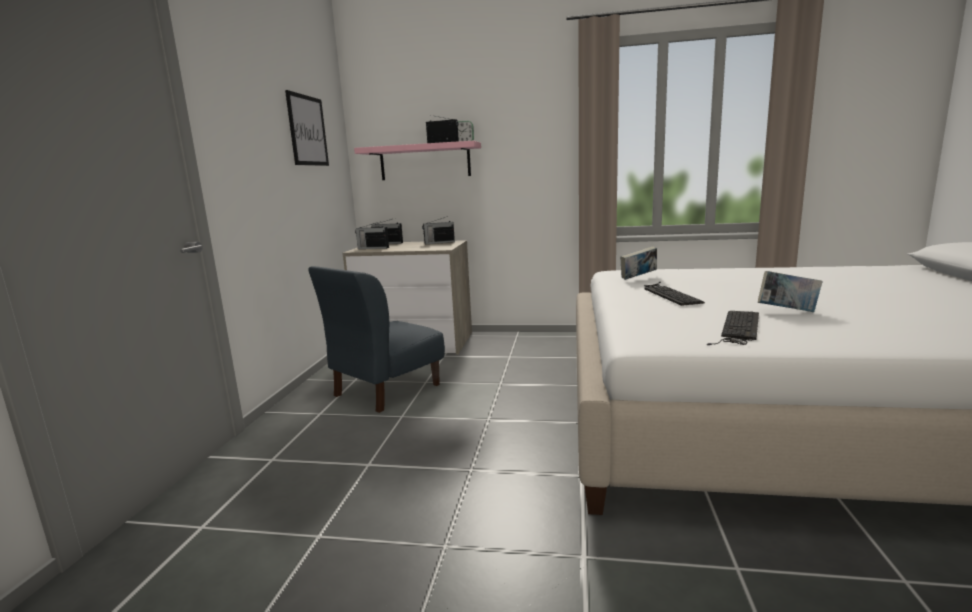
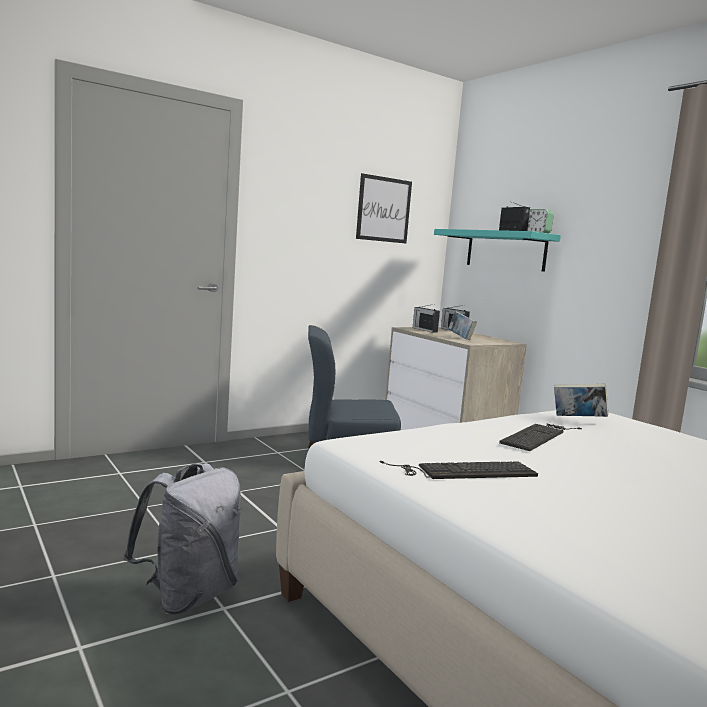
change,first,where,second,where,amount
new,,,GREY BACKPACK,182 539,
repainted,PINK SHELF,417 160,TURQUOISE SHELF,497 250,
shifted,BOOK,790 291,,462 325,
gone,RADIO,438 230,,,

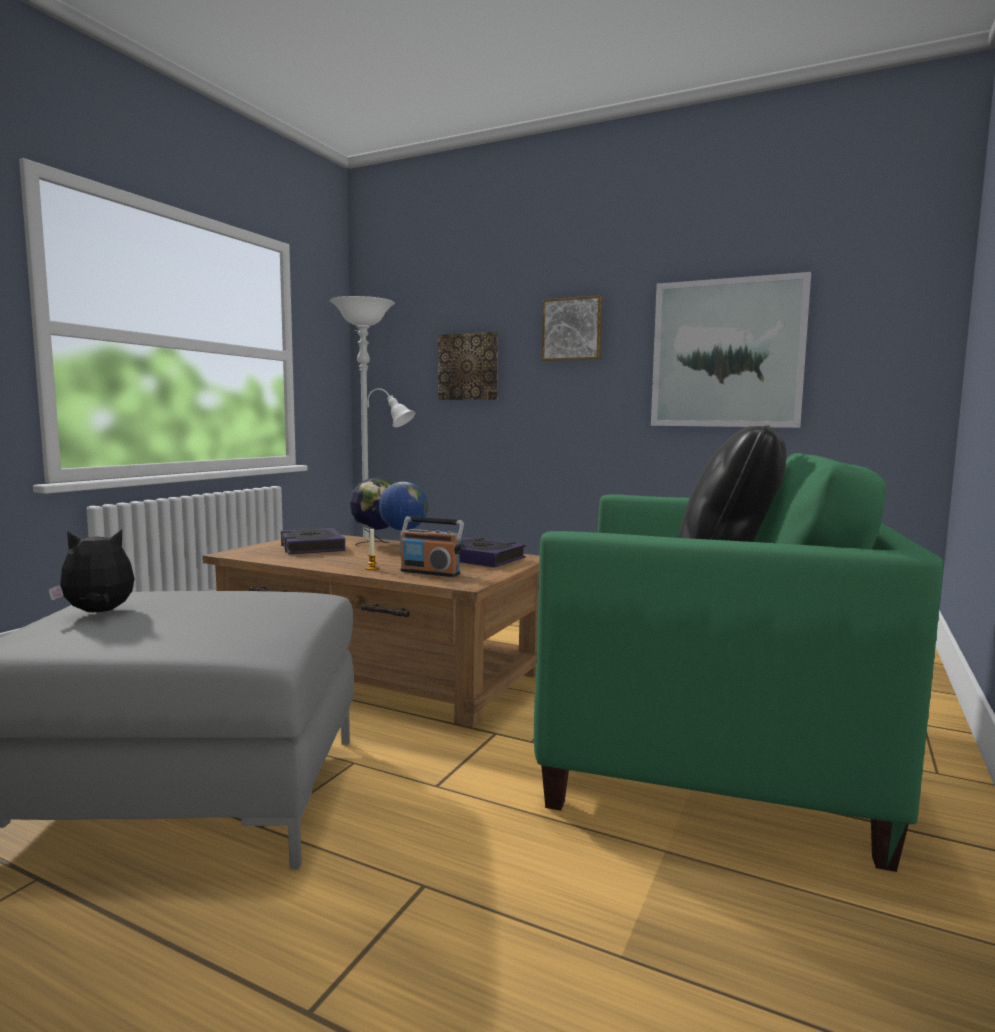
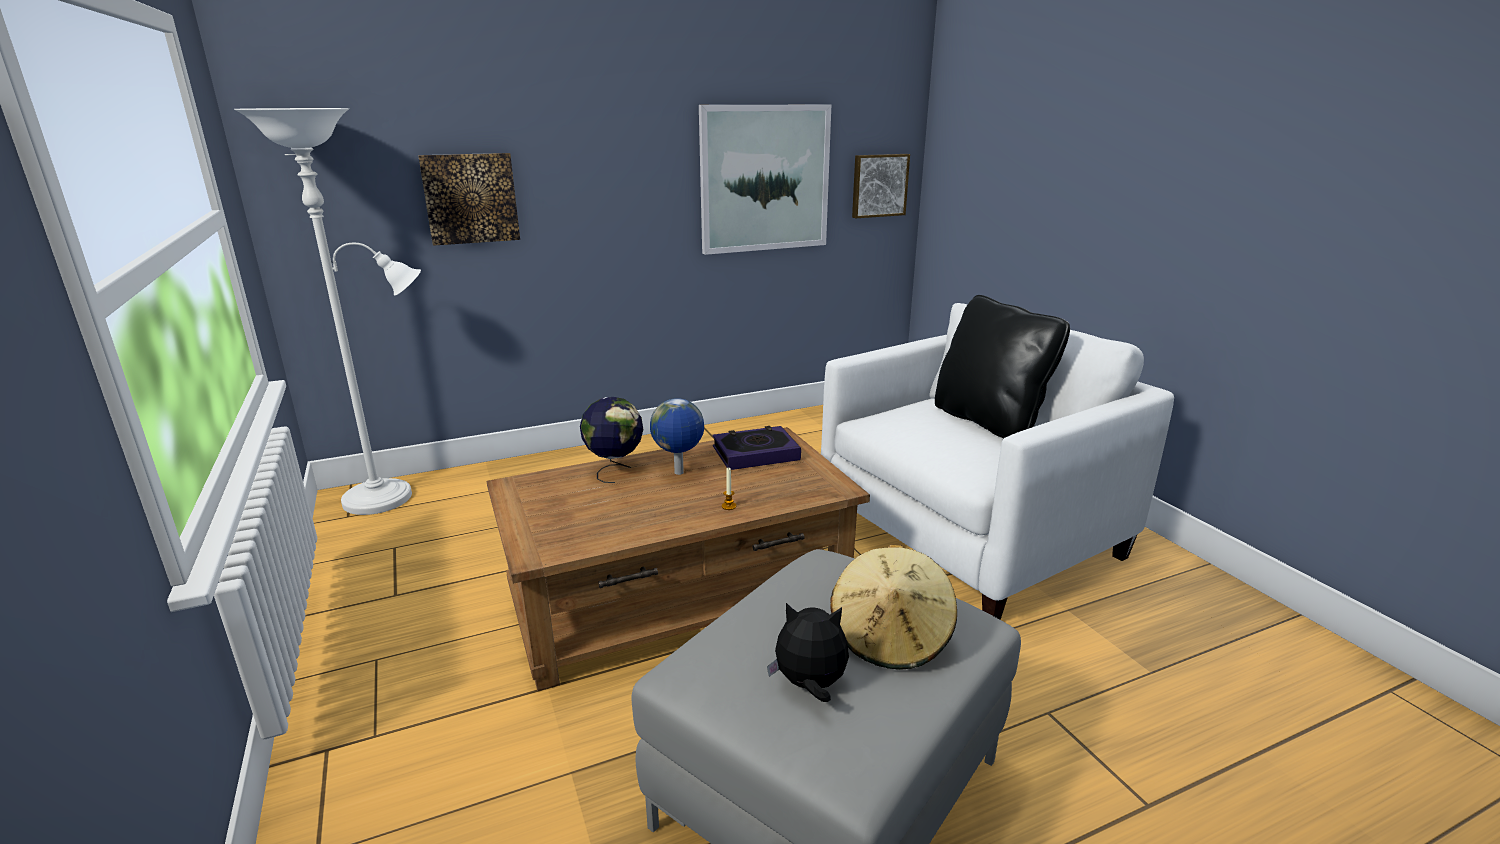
change,first,where,second,where,amount
rotated,PLUSH TOY,91 570,,808 652,75 degrees clockwise
repainted,GREEN ARMCHAIR,738 662,WHITE ARMCHAIR,997 461,
new,,,BEIGE HAT,893 607,
shifted,PICTURE,572 328,,881 186,
gone,BOOK,313 541,,,
gone,RADIO,432 546,,,

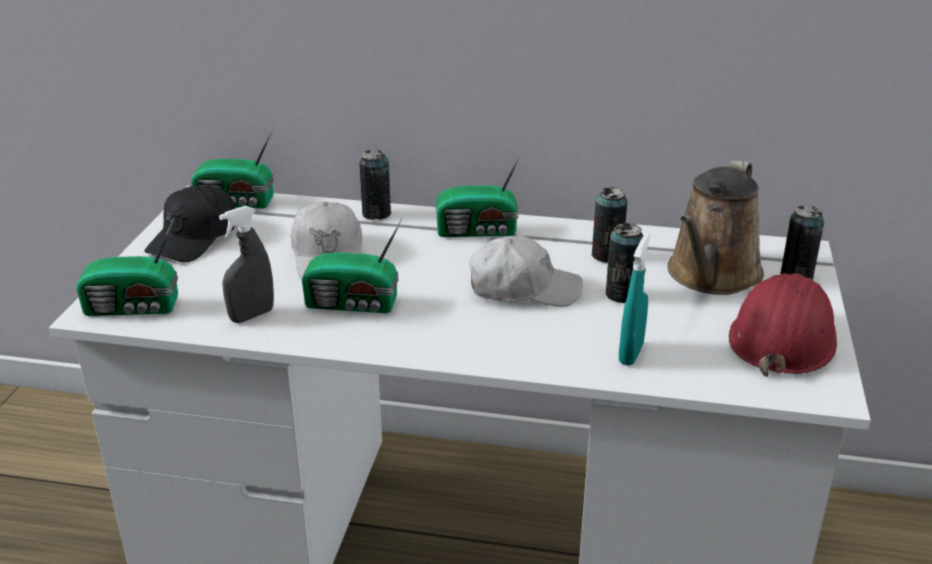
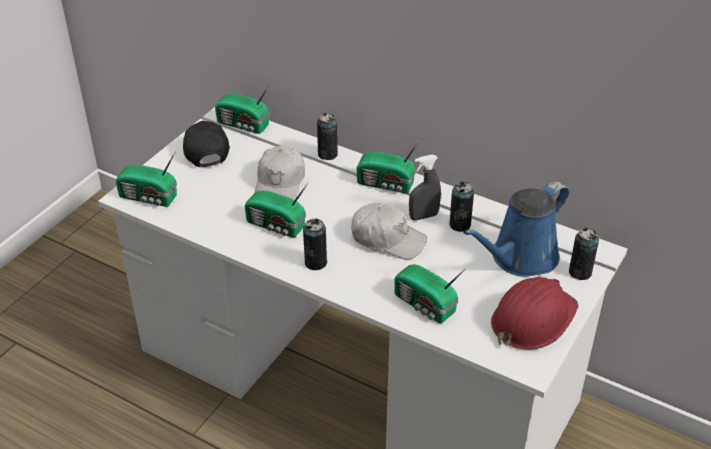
change,first,where,second,where,amount
rotated,BLACK CAP,190 224,,206 144,120 degrees clockwise
shifted,CAN,624 263,,315 244,
swapped,TURQUOISE SPRAY BOTTLE,634 299,RADIO,429 293,
shifted,GREY SPRAY BOTTLE,246 264,,425 187,
repainted,BROWN WATERING CAN,715 227,BLUE WATERING CAN,516 229,

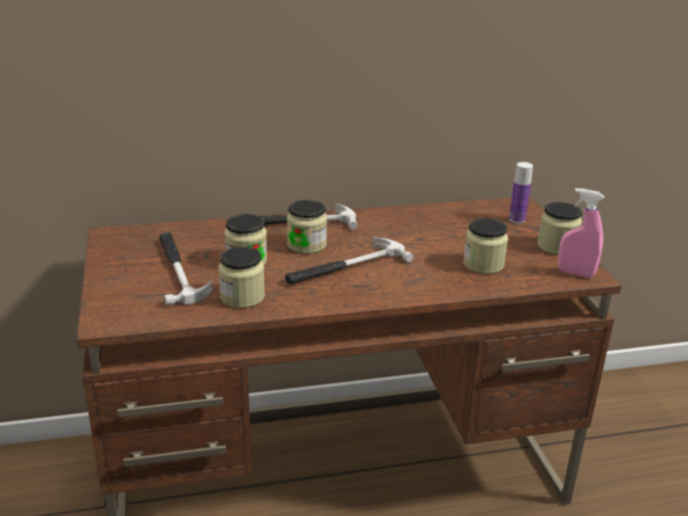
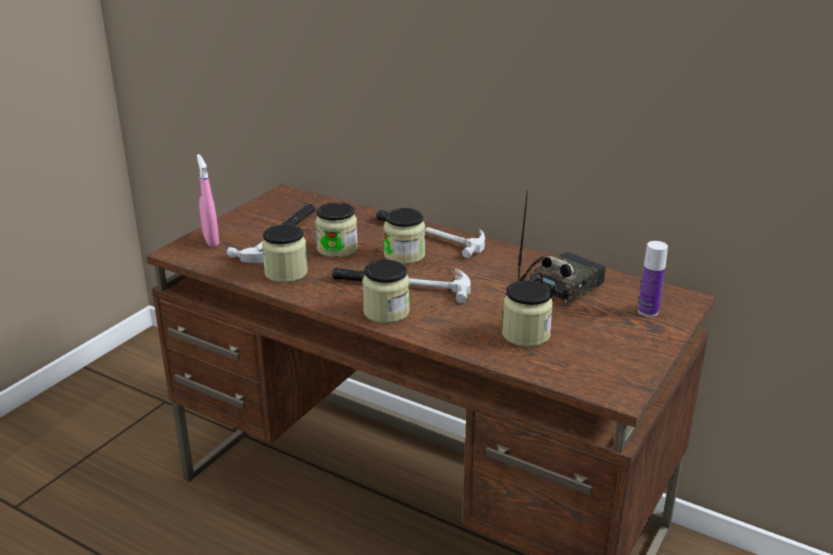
change,first,where,second,where,amount
shifted,PINK SPRAY BOTTLE,581 233,,208 200,
shifted,JAR,559 228,,386 291,
new,,,RADIO,562 247,

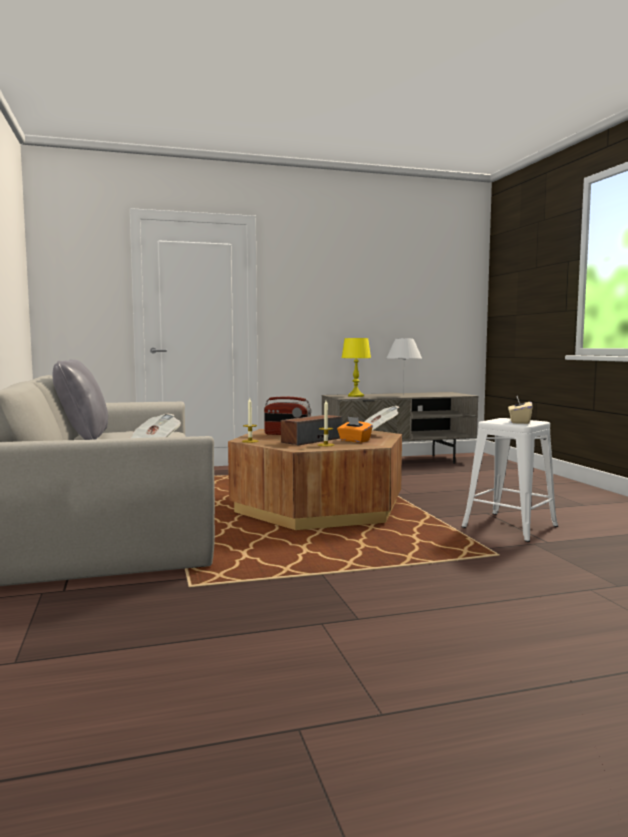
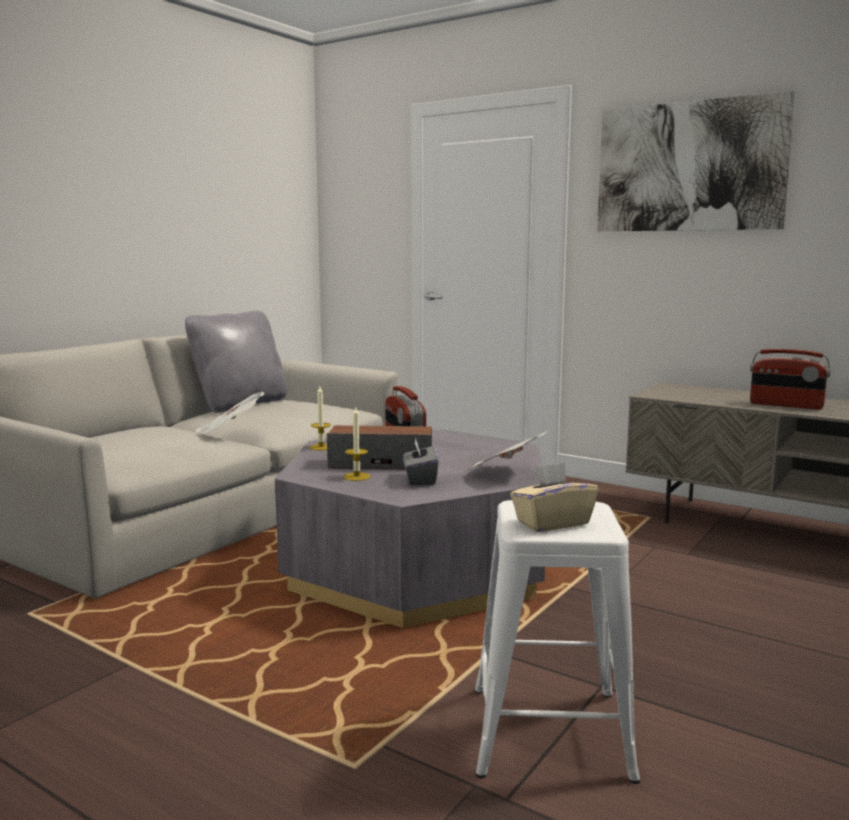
change,first,where,second,where,amount
repainted,BROWN COFFEE TABLE,315 479,GREY COFFEE TABLE,410 528,
repainted,ORANGE TISSUE BOX,355 429,GREY TISSUE BOX,421 461,
new,,,PICTURE,696 161,
swapped,WHITE TABLE LAMP,404 367,RADIO,790 379,
gone,YELLOW TABLE LAMP,356 367,,,

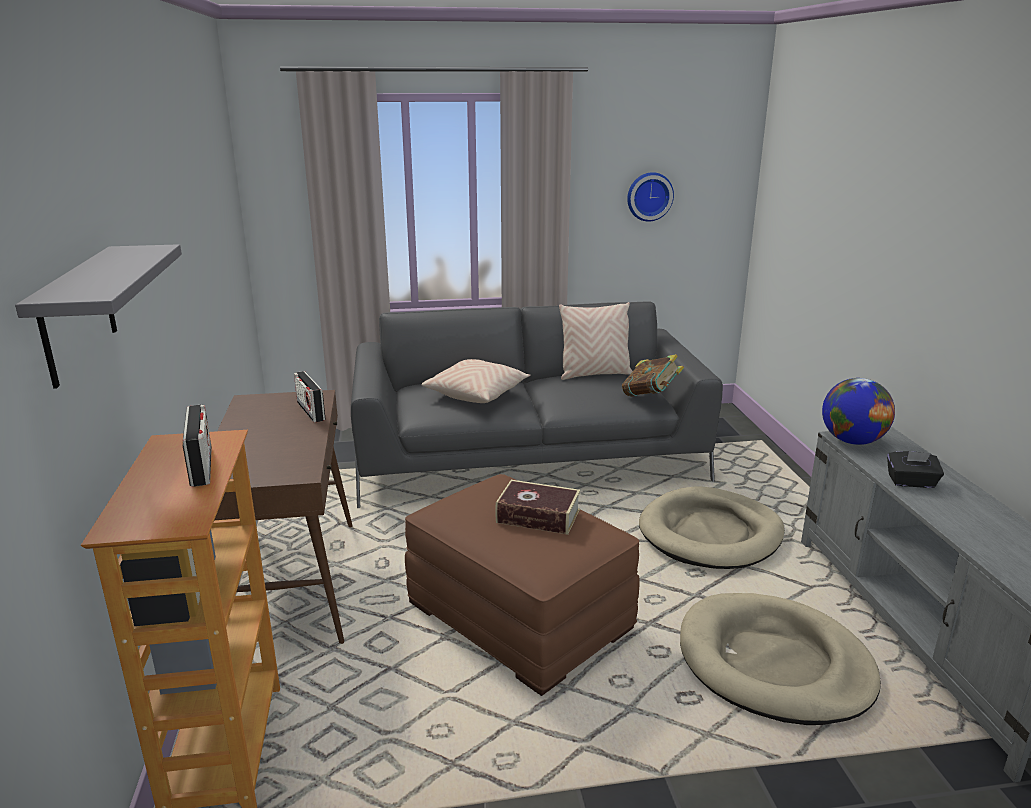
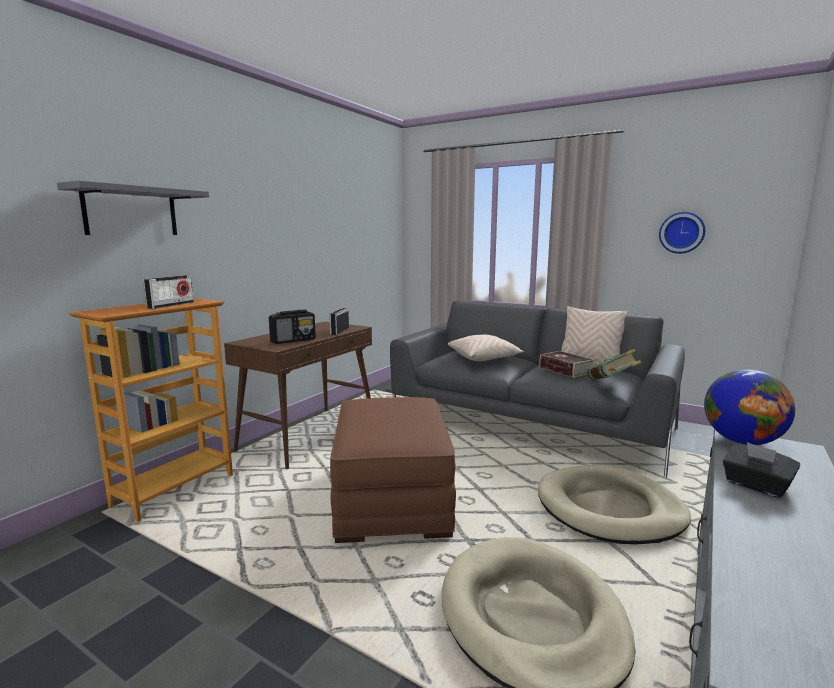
change,first,where,second,where,amount
new,,,RADIO,292 326,
shifted,BOOK,537 507,,567 364,

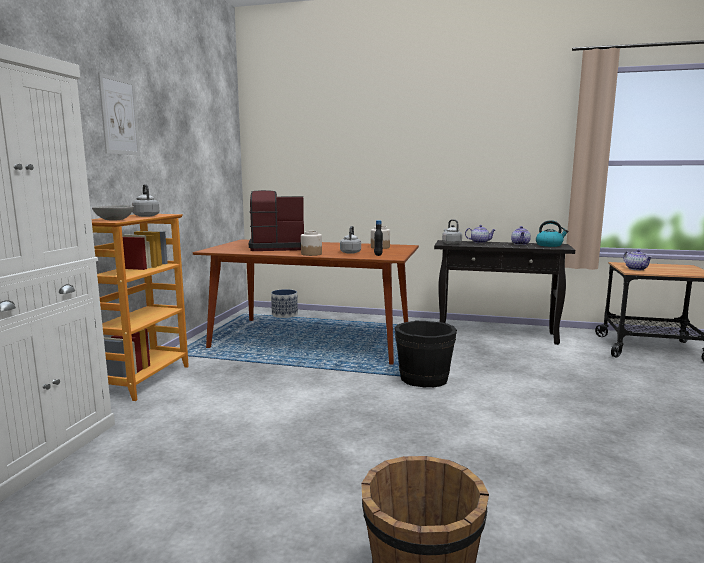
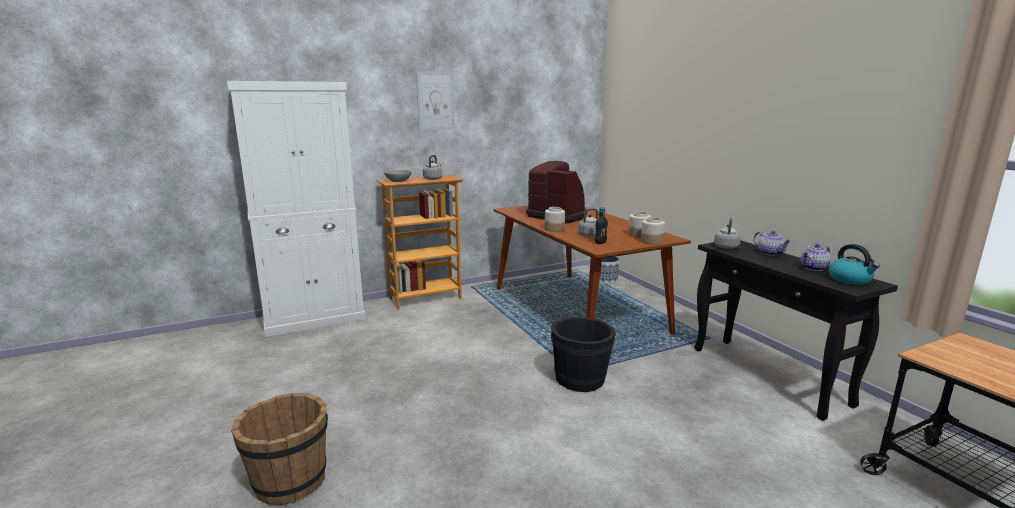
change,first,where,second,where,amount
new,,,JAR,653 231,
gone,TEAPOT,637 259,,,

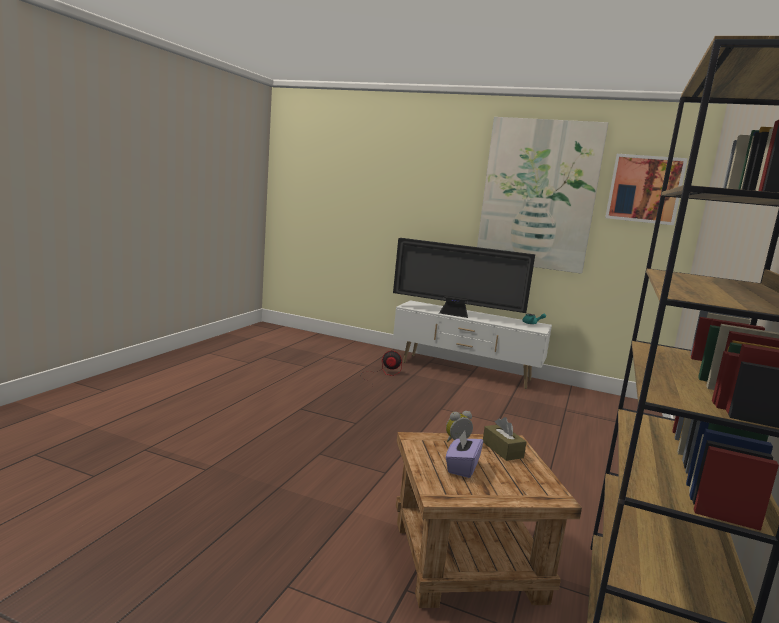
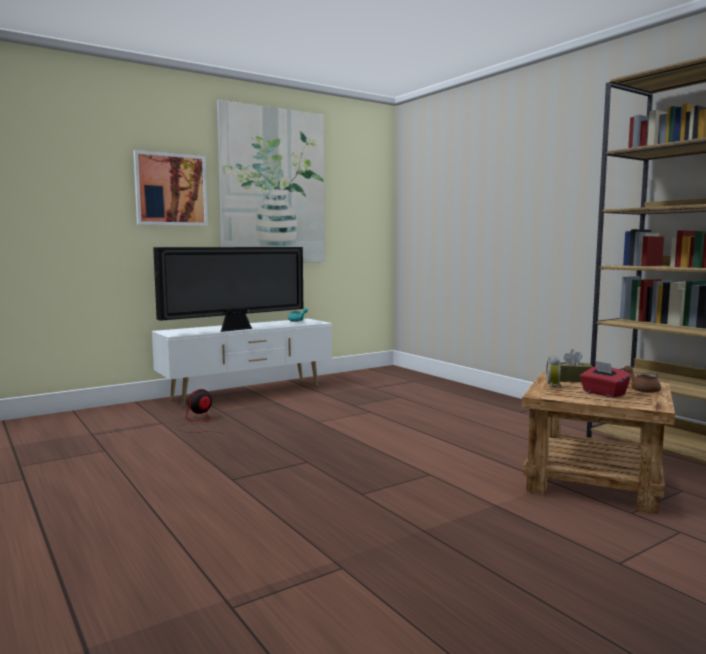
change,first,where,second,where,amount
shifted,PICTURE,646 189,,170 188,
repainted,PURPLE TISSUE BOX,464 454,RED TISSUE BOX,605 379,
new,,,BROWN TEAPOT,642 379,

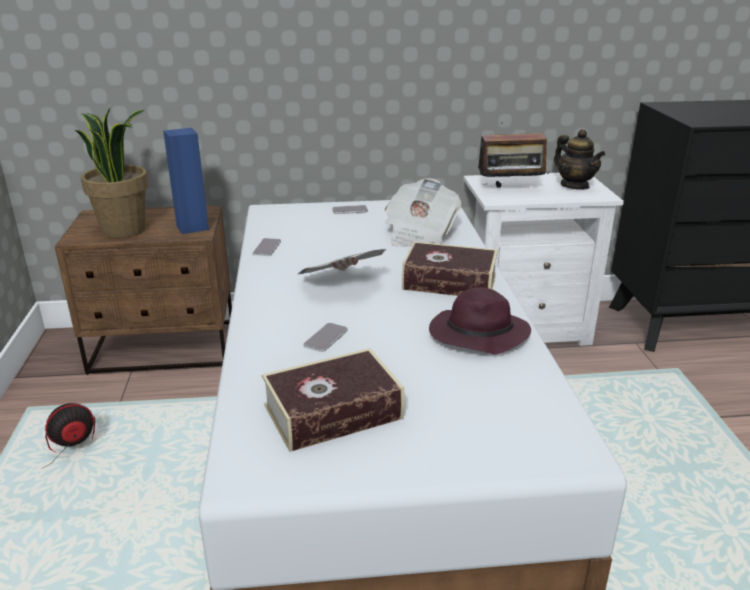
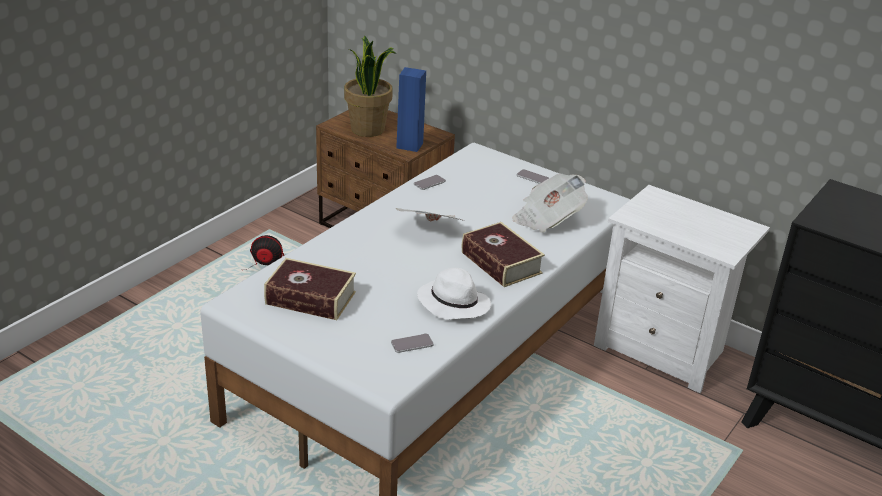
change,first,where,second,where,amount
shifted,PHONE,325 337,,412 343,
repainted,PURPLE HAT,480 320,WHITE HAT,454 293,
gone,RADIO,513 160,,,
gone,TEAPOT,579 159,,,

